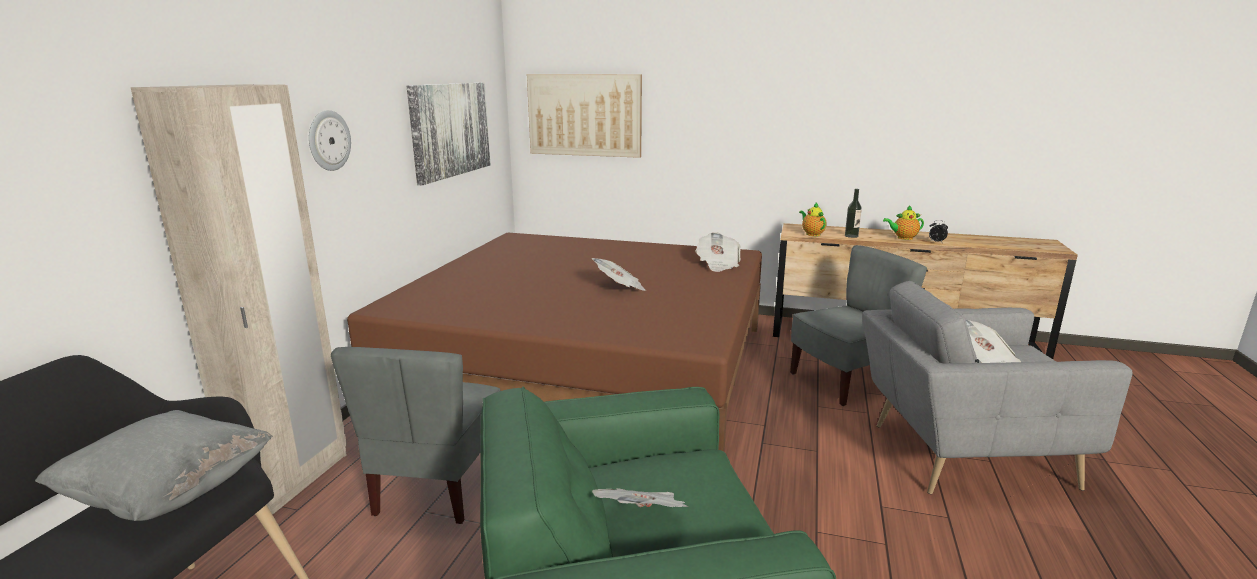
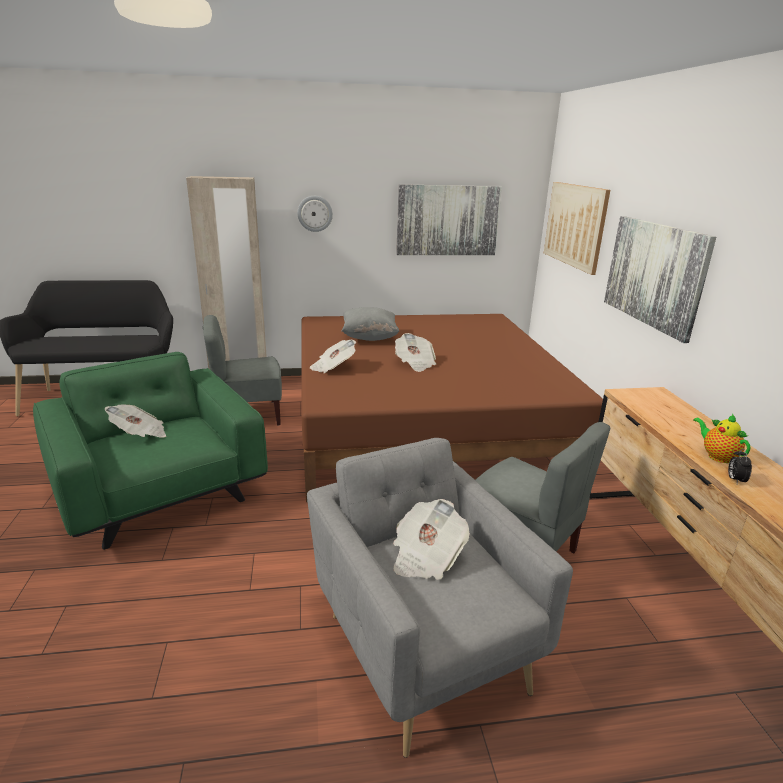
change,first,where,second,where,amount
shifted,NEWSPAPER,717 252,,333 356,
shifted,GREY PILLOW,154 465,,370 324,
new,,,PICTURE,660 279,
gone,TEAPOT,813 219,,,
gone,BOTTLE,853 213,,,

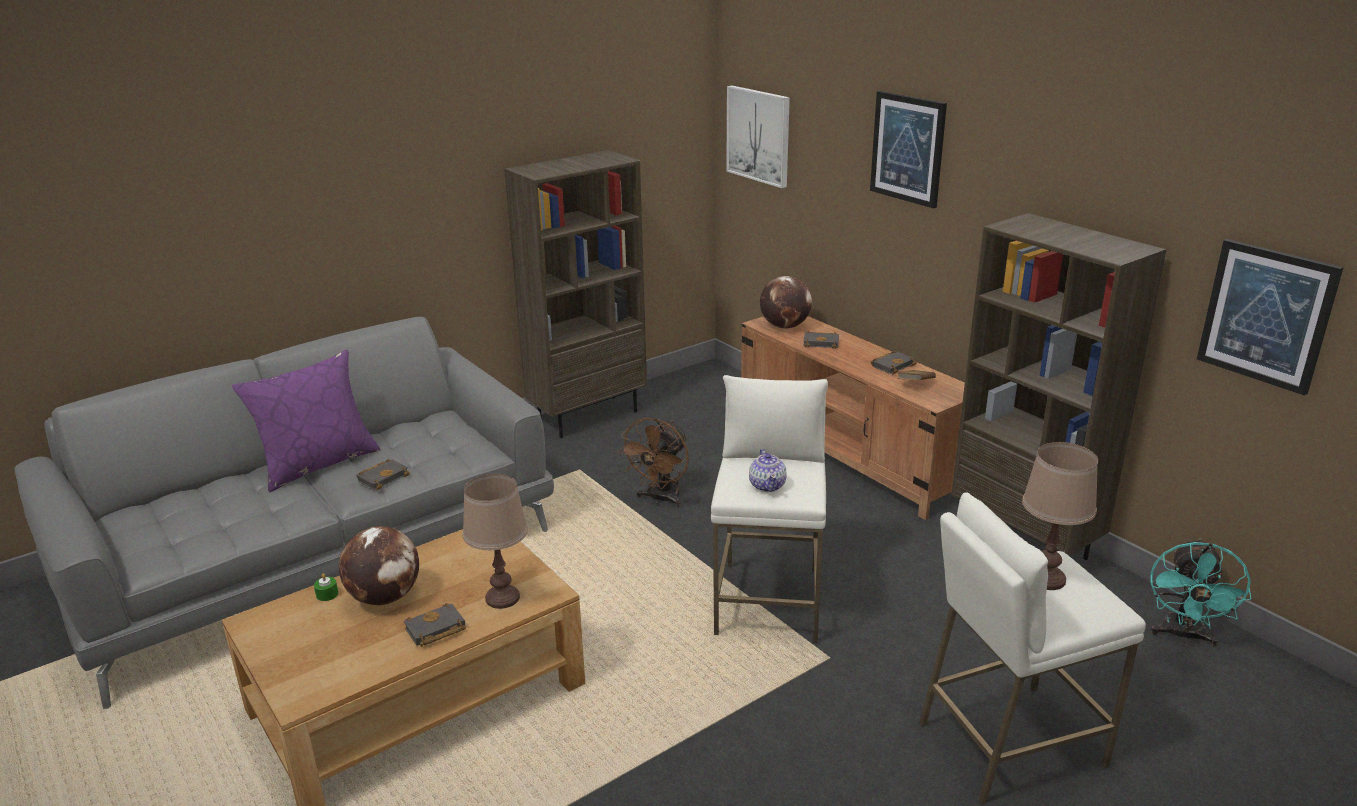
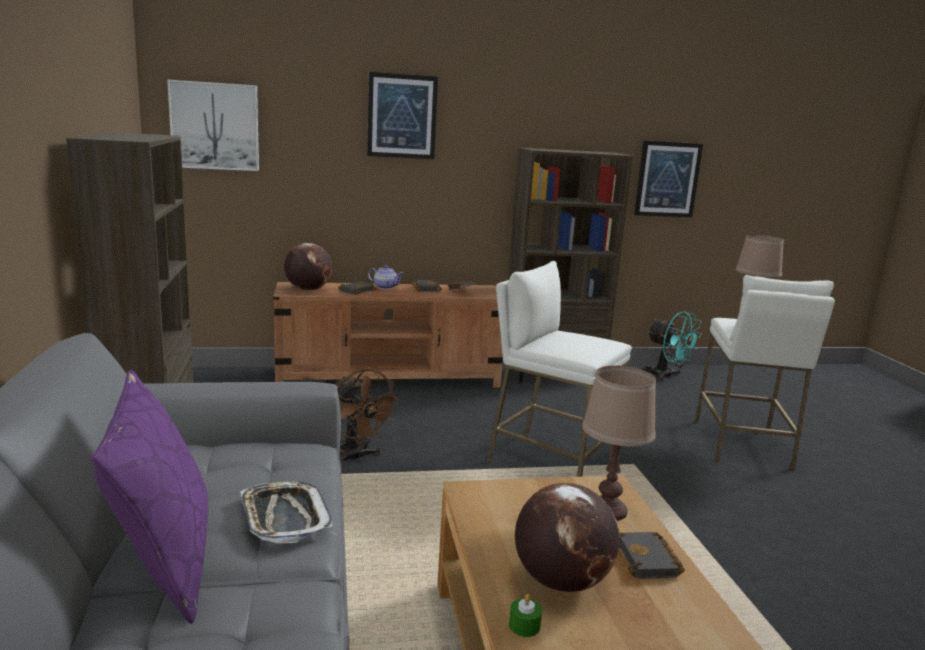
change,first,where,second,where,amount
swapped,BLACK BOOK,383 474,TRAY,286 512,
shifted,TEAPOT,768 470,,386 277,

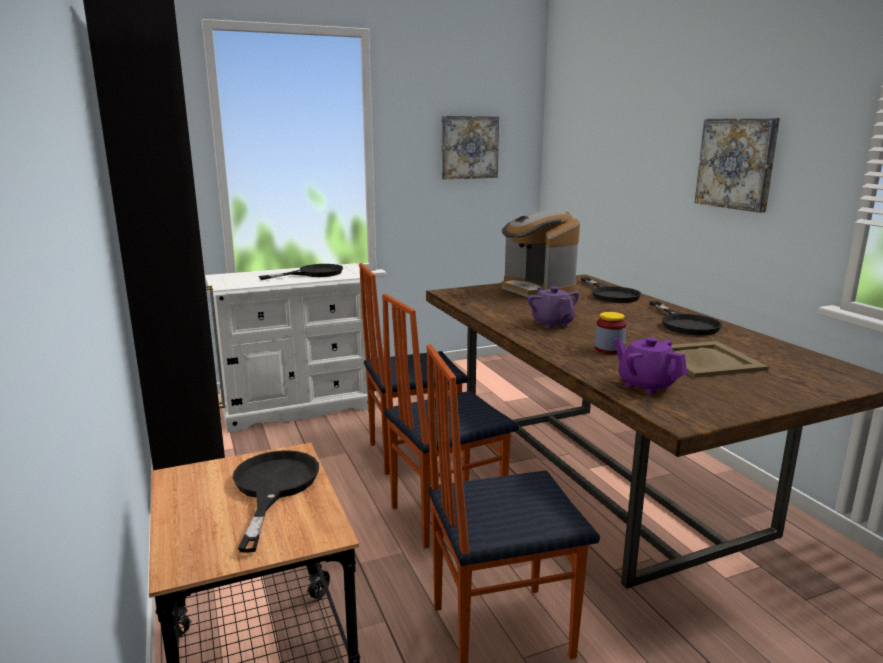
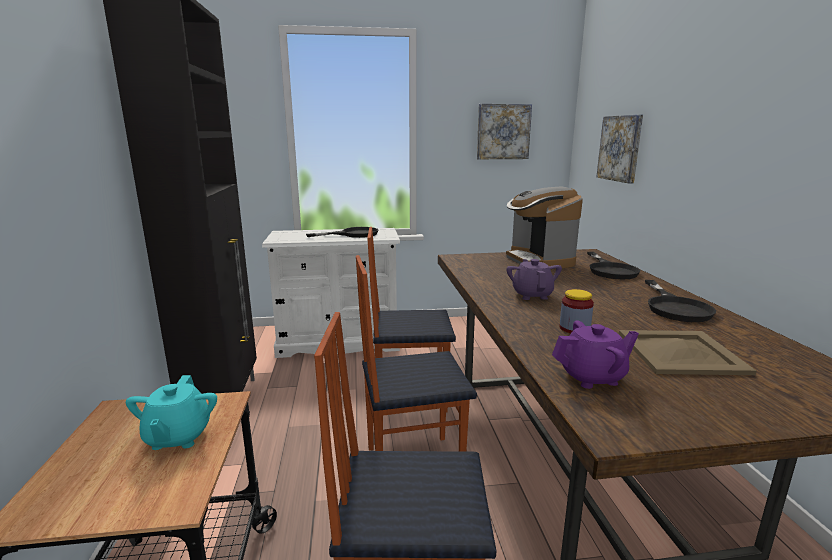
change,first,where,second,where,amount
swapped,BLACK FRYING PAN,276 501,TURQUOISE TEAPOT,171 412,
rotated,PURPLE TEAPOT,650 366,,595 354,105 degrees clockwise
shifted,PICTURE,737 165,,619 148,

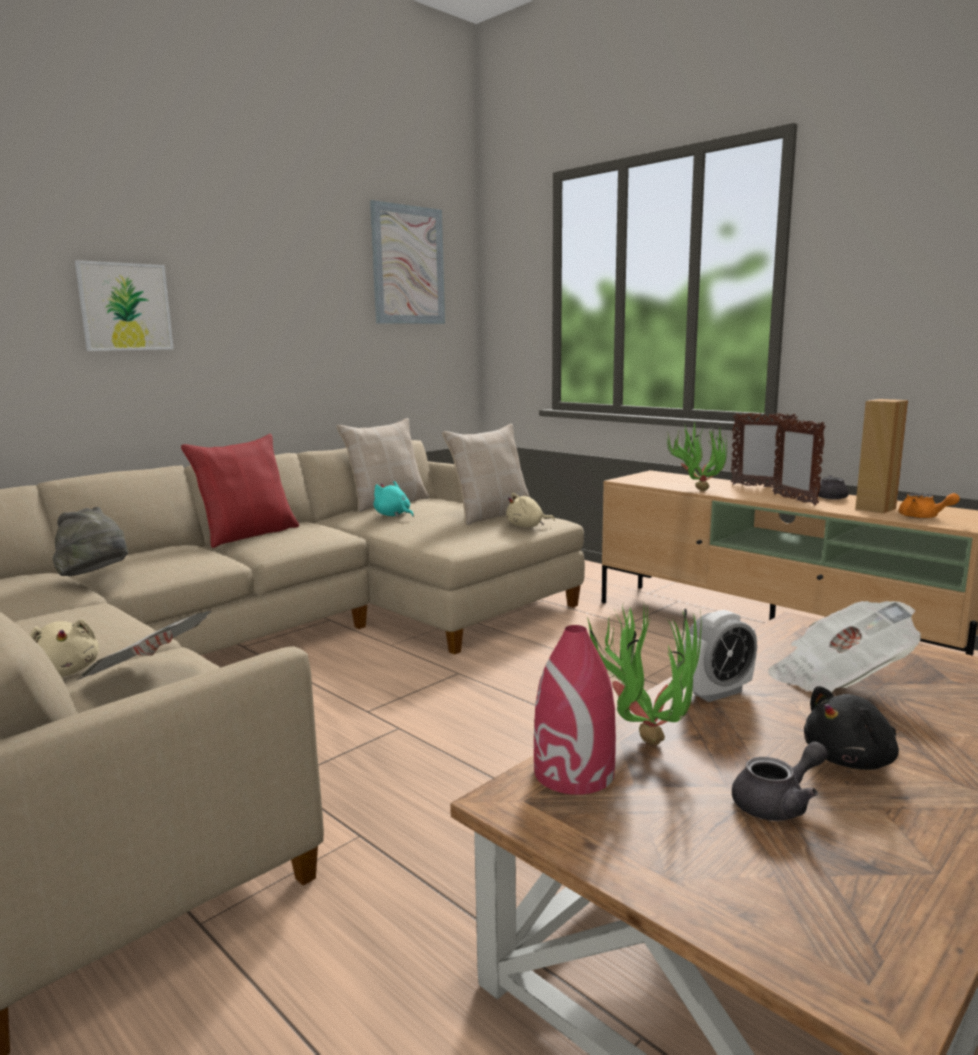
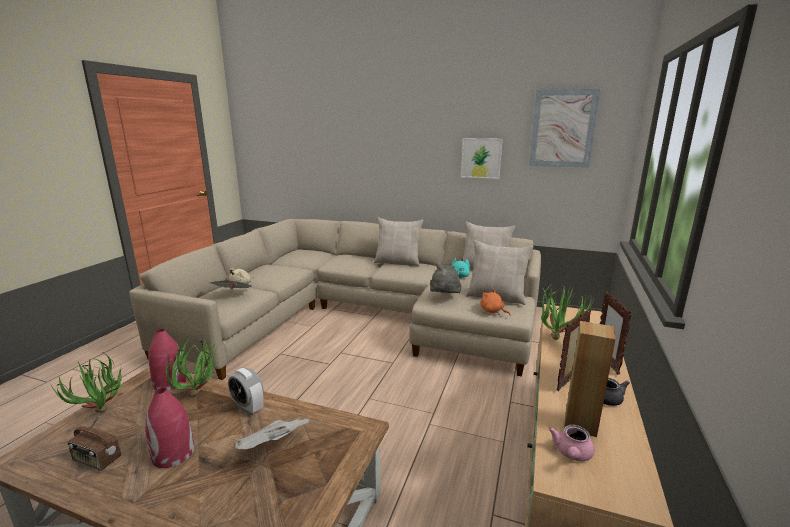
change,first,where,second,where,amount
new,,,POTTED PLANT,87 383,
new,,,RADIO,94 443,
swapped,BLACK PLUSH TOY,851 728,RED VASE,170 428,
repainted,RED PILLOW,240 491,BEIGE PILLOW,399 242,
shifted,GREY HAT,90 541,,445 279,
shifted,PICTURE,124 305,,482 158,
repainted,BEIGE PLUSH TOY,530 510,ORANGE PLUSH TOY,496 301,
repainted,ORANGE TEAPOT,929 506,PINK TEAPOT,571 443,
gone,GREY TEAPOT,780 781,,,

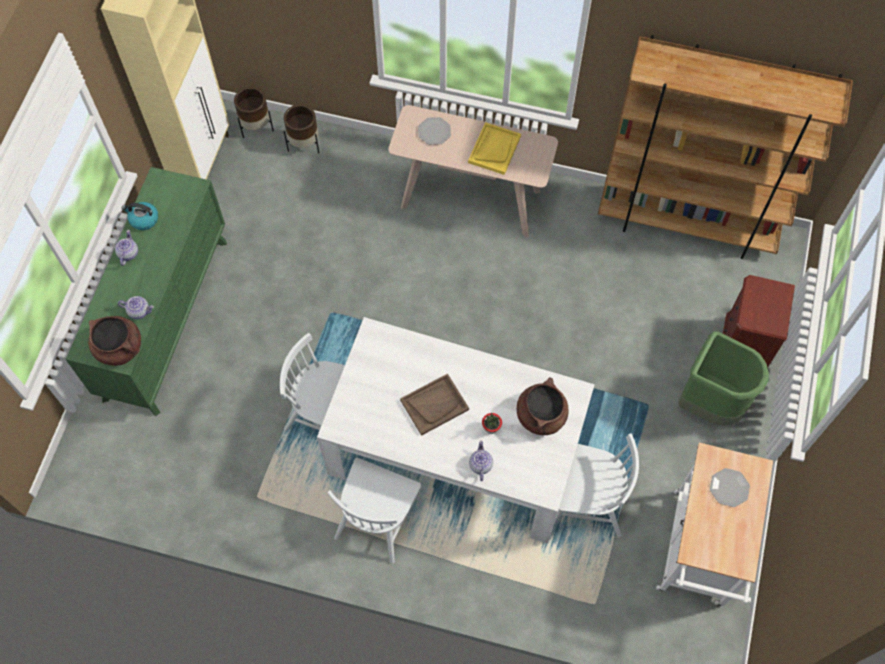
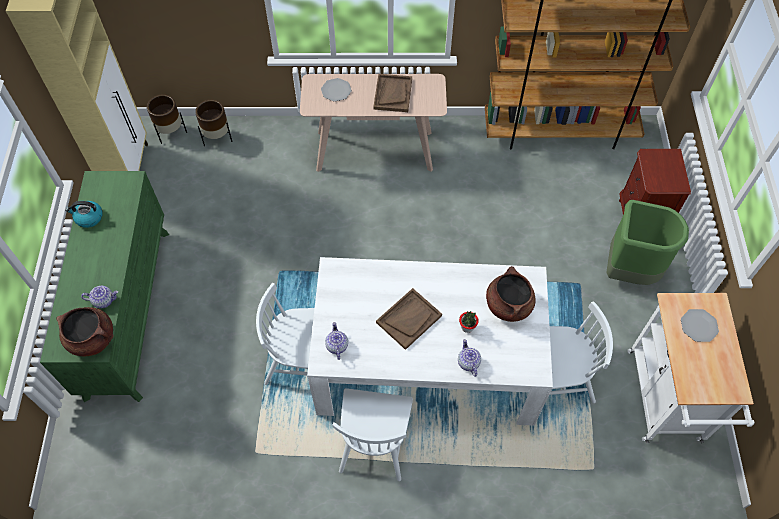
change,first,where,second,where,amount
shifted,TEAPOT,126 248,,336 341,
repainted,YELLOW TRAY,494 148,BROWN TRAY,392 93,

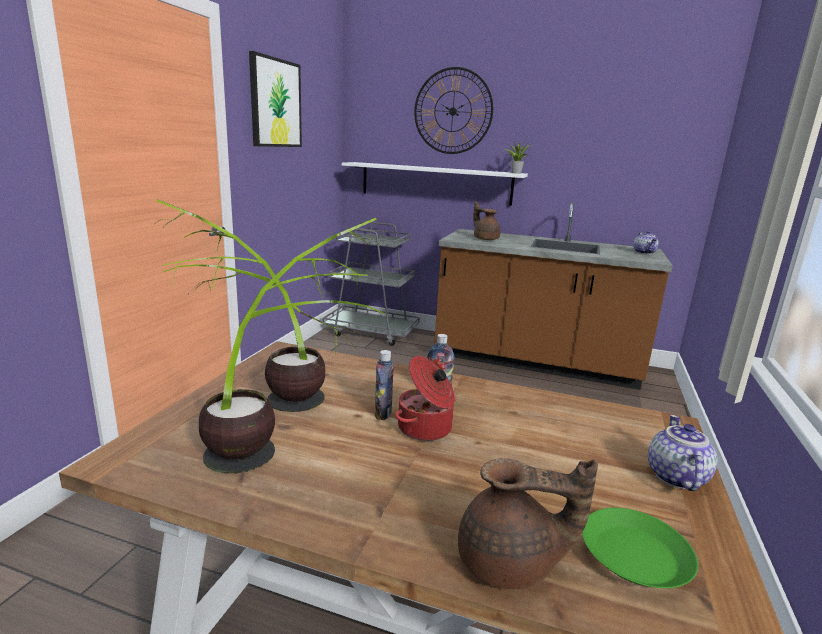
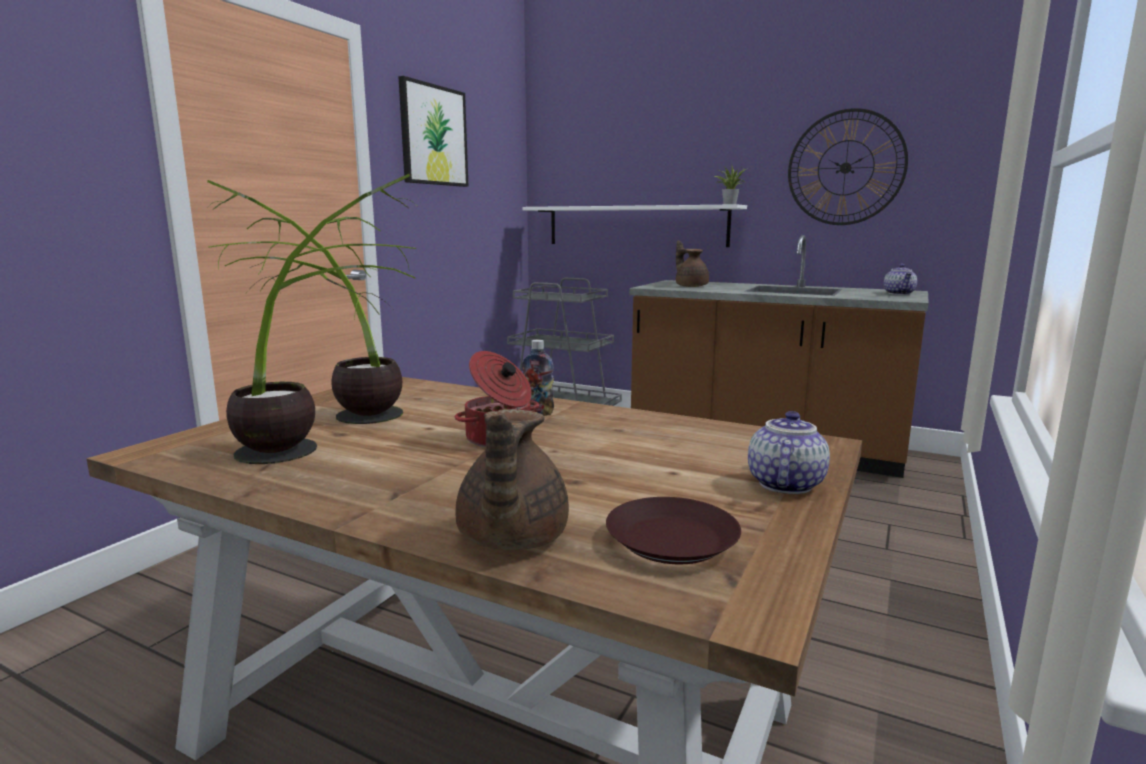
change,first,where,second,where,amount
rotated,BROWN TEAPOT,528 524,,512 479,75 degrees clockwise
repainted,GREEN PLATE,640 548,BROWN PLATE,673 530,
shifted,WALL CLOCK,453 110,,848 166,
gone,BOTTLE,384 385,,,

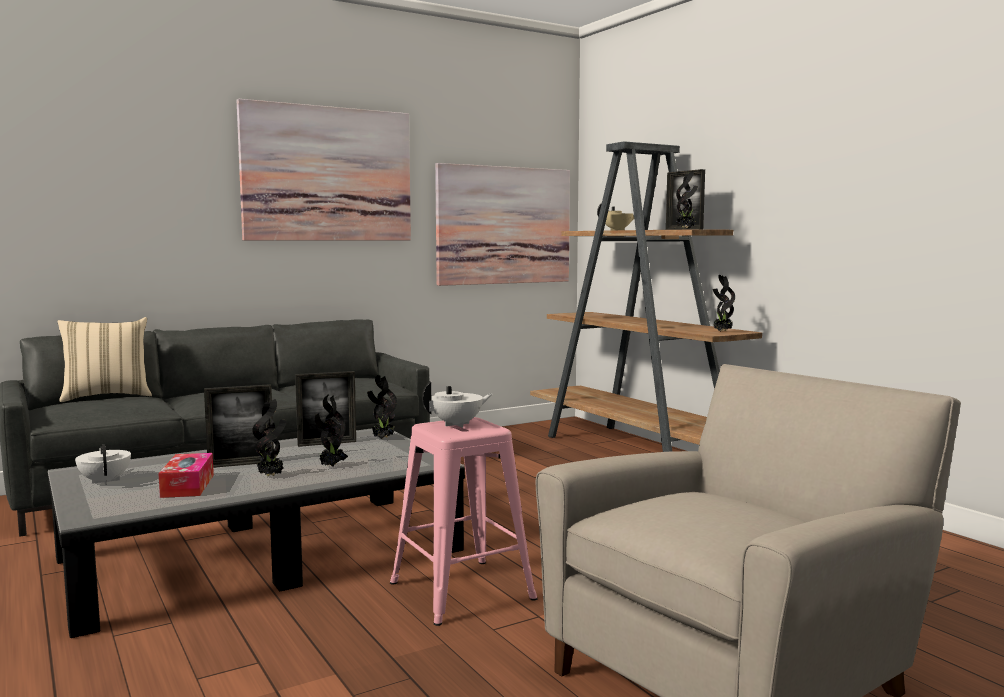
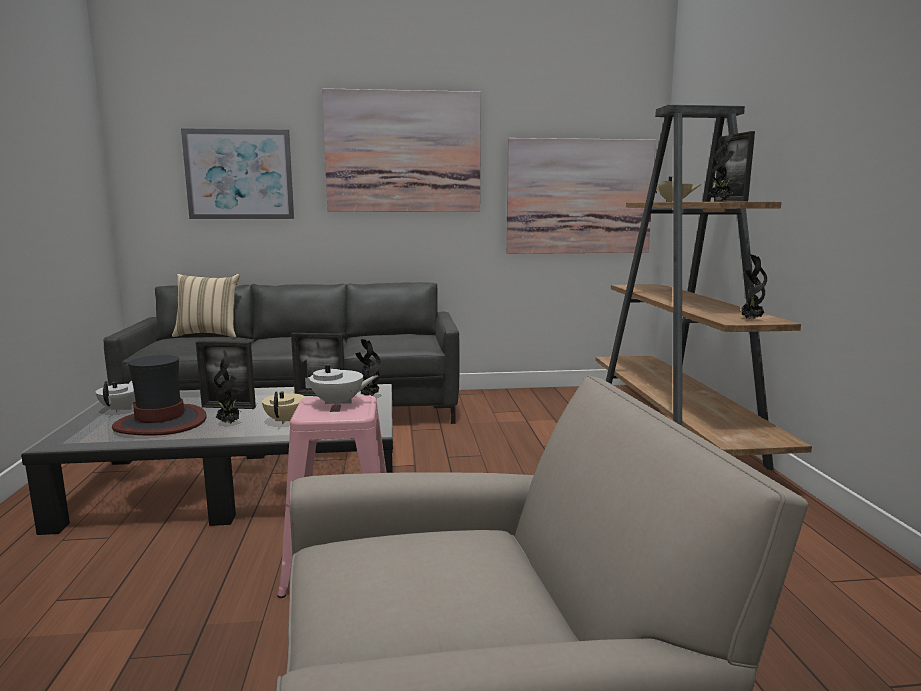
change,first,where,second,where,amount
swapped,TISSUE BOX,186 475,HAT,159 395,
new,,,PICTURE,237 173,
swapped,POTTED PLANT,331 431,BEIGE TEAPOT,284 407,

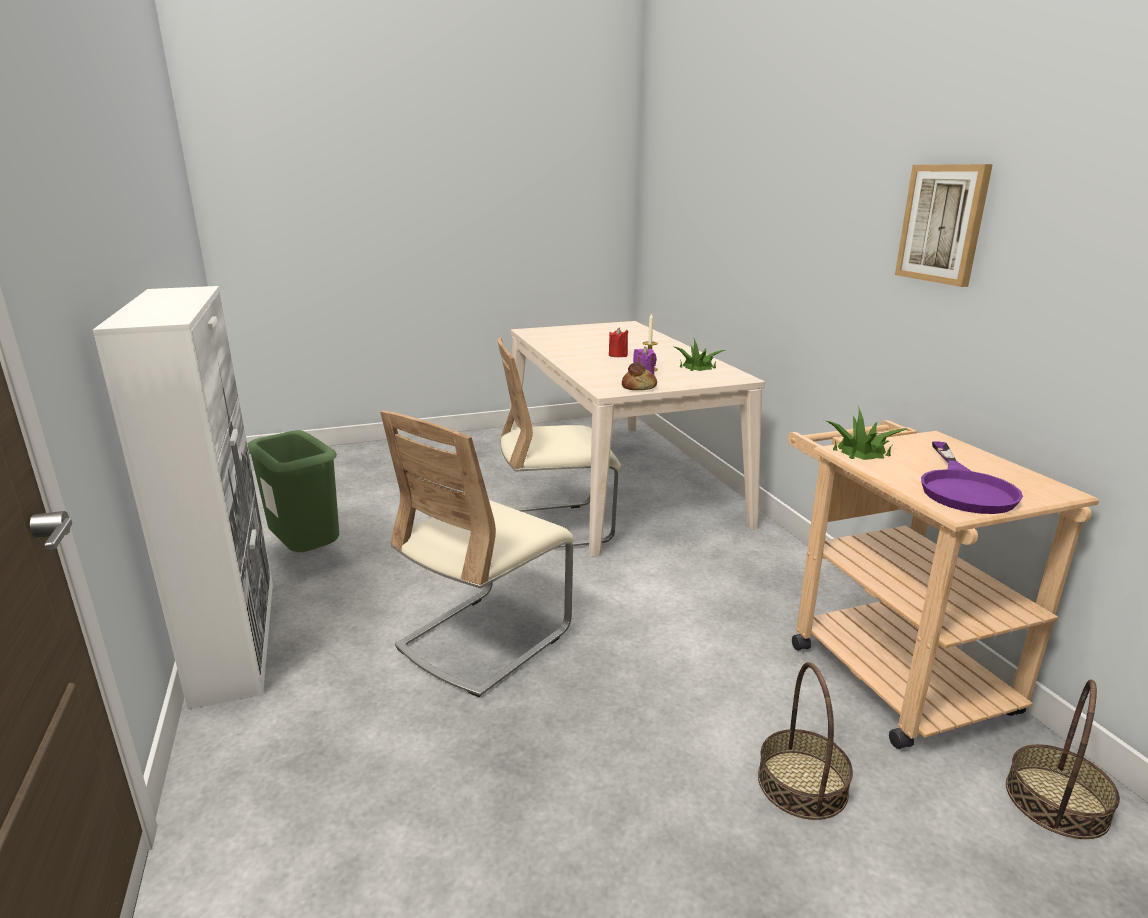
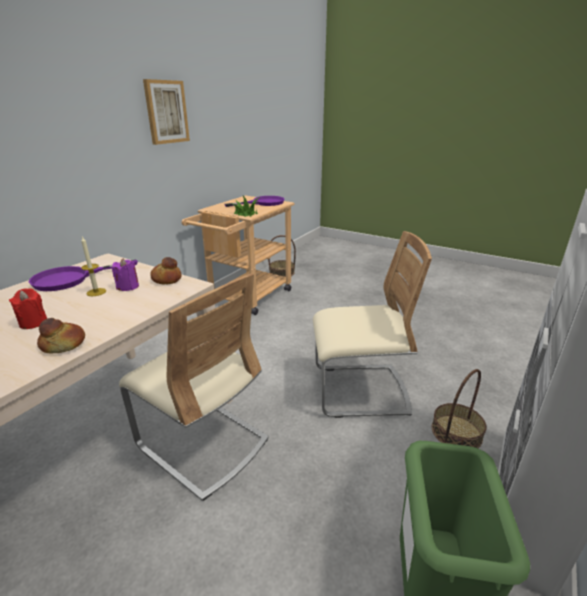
change,first,where,second,where,amount
swapped,POTTED PLANT,700 354,PURPLE FRYING PAN,83 275,
new,,,BREAD,61 335,
shifted,BASKET,805 741,,459 408,

